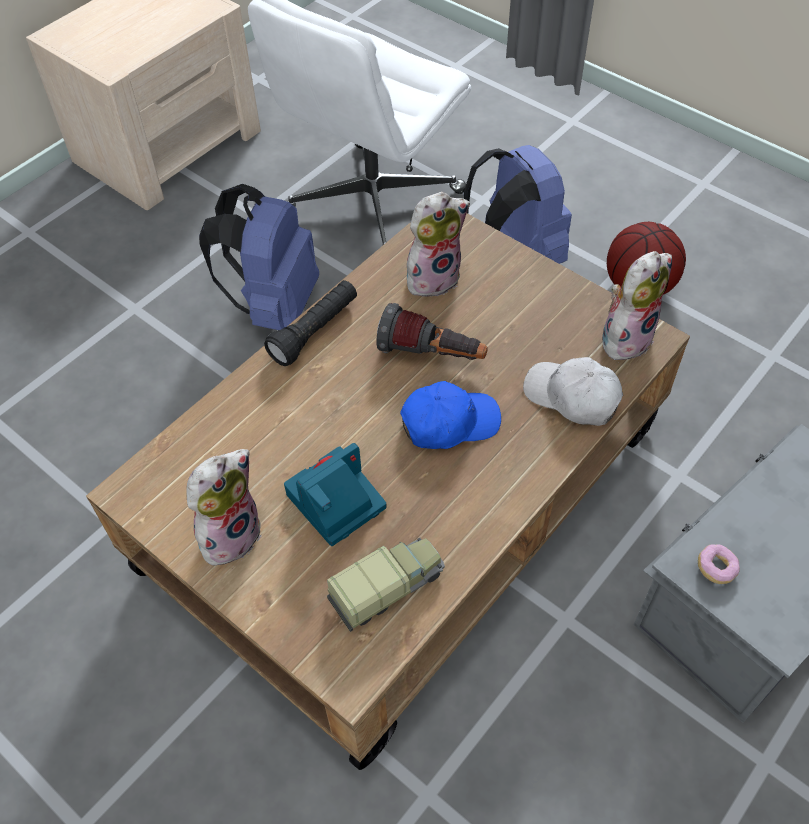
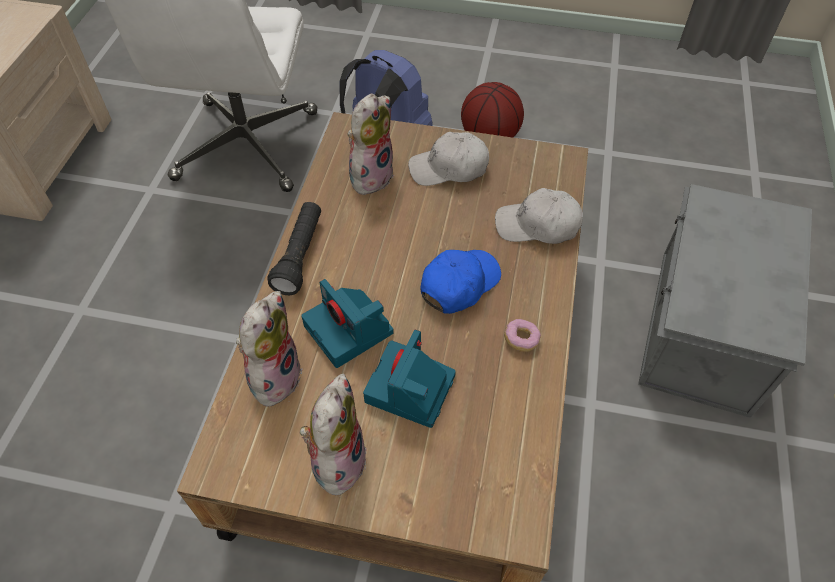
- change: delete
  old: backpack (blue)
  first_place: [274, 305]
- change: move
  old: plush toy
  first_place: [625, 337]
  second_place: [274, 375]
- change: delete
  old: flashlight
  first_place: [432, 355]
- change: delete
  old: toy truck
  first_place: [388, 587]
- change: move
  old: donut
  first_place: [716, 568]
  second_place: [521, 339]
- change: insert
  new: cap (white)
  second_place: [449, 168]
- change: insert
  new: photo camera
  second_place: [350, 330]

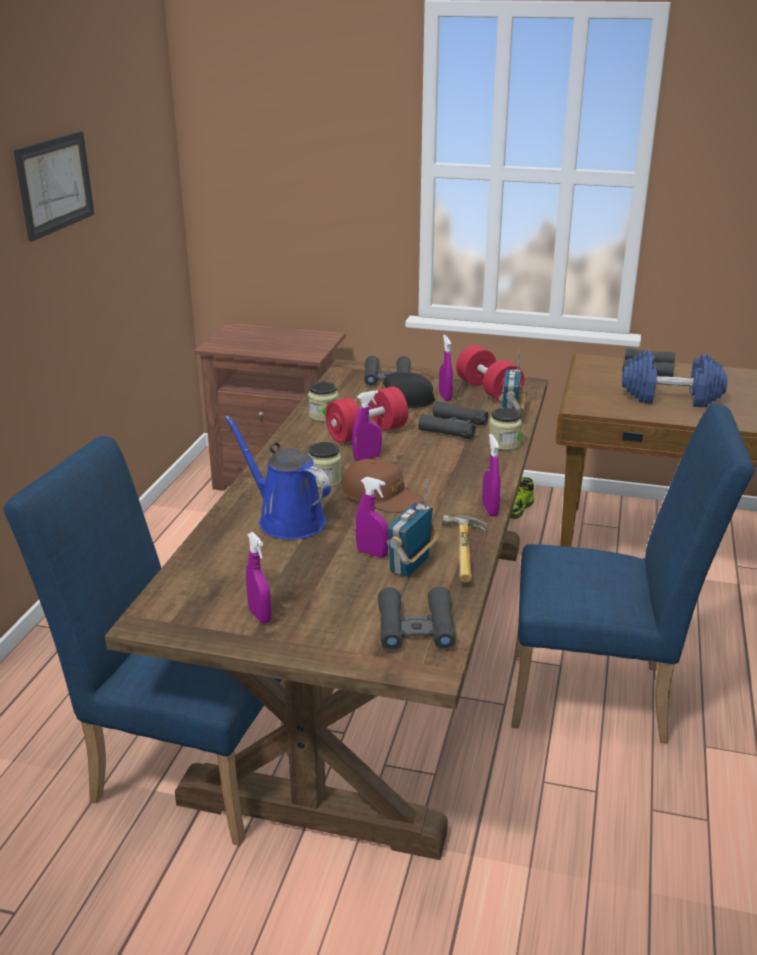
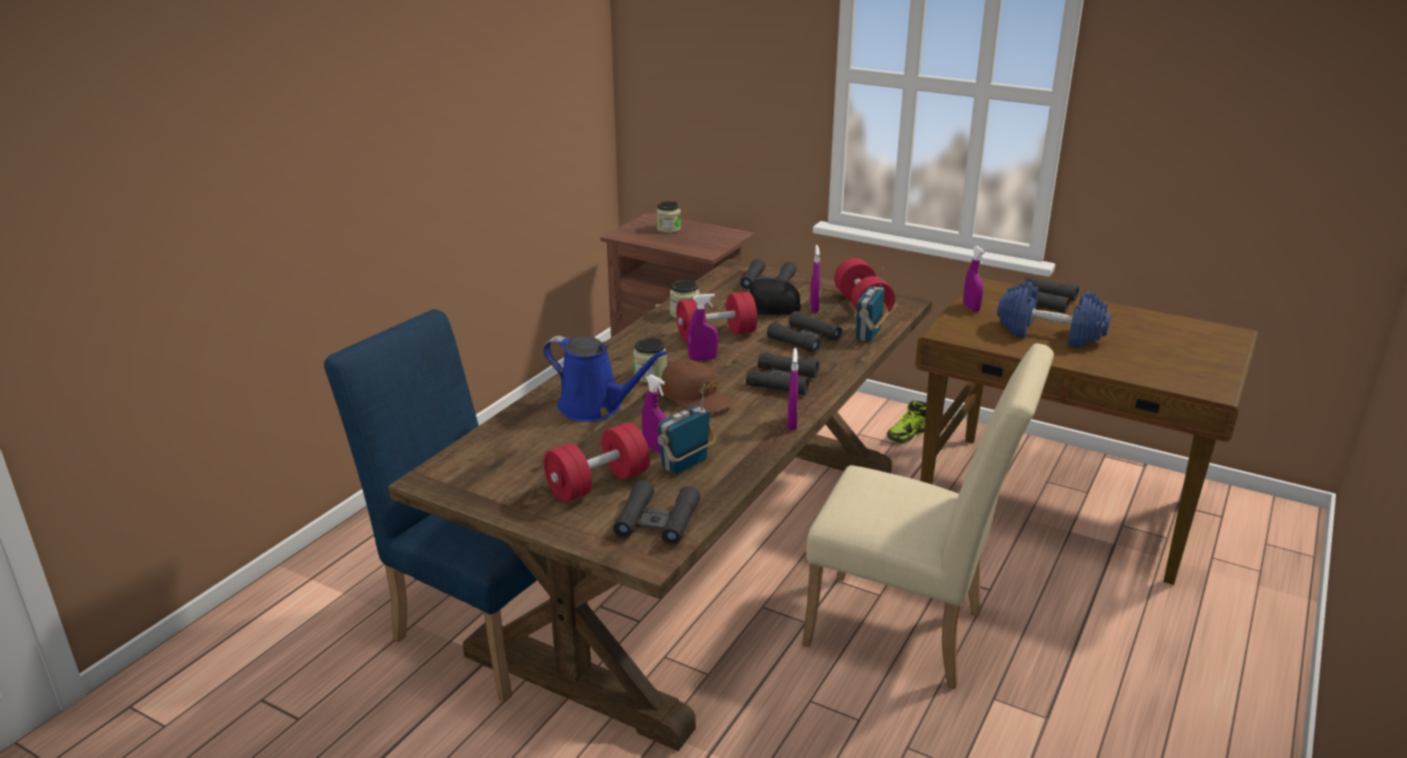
- change: delete
  old: picture
  first_place: [54, 184]
- change: recolor
  old: chair (blue)
  new: chair (beige)
  first_place: [602, 697]
  second_place: [908, 633]
- change: move
  old: jar
  first_place: [504, 444]
  second_place: [668, 229]
- change: rotate
  old: watering can (blue)
  first_place: [286, 520]
  second_place: [595, 407]
  degrees: 150
- change: delete
  old: hammer
  first_place: [469, 553]
- change: move
  old: spray bottle (purple)
  first_place: [260, 615]
  second_place: [971, 308]
- change: insert
  new: binoculars (black)
  second_place: [782, 381]
- change: insert
  new: dumbbell (red)
  second_place: [598, 483]

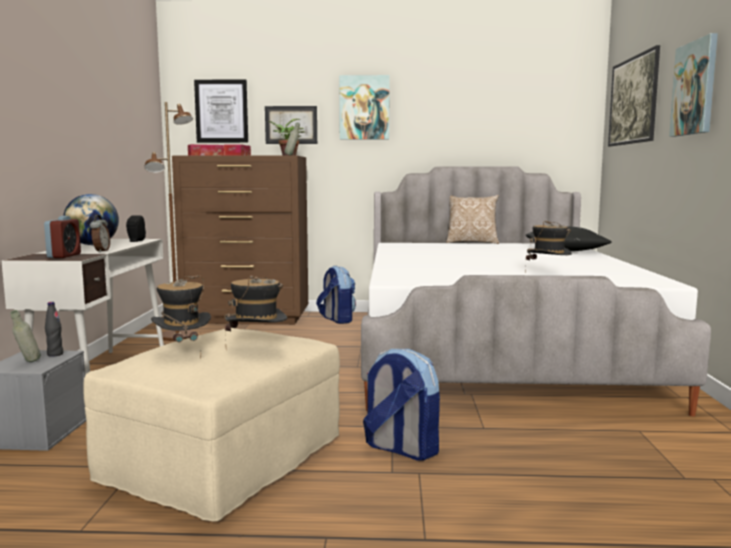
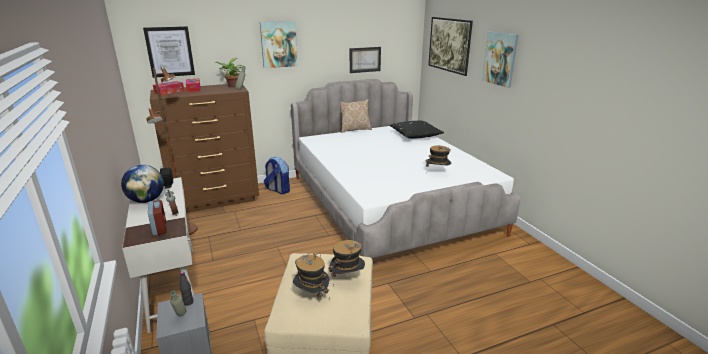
- change: move
  old: picture
  first_place: [291, 125]
  second_place: [365, 59]
- change: delete
  old: backpack
  first_place: [400, 449]

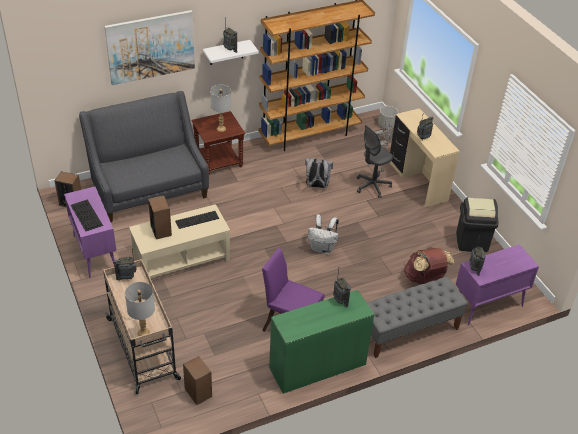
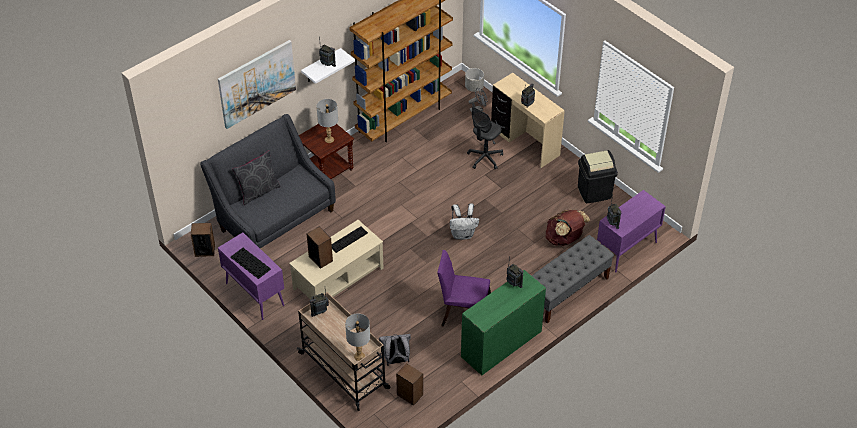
- change: move
  old: backpack (grey)
  first_place: [316, 186]
  second_place: [396, 360]
- change: insert
  new: pillow (grey)
  second_place: [258, 191]

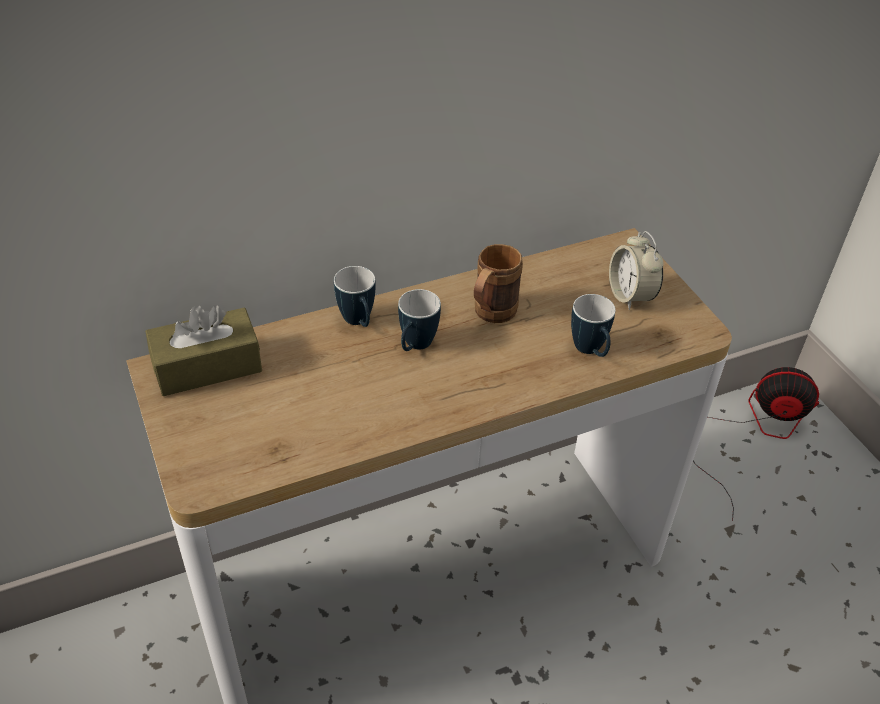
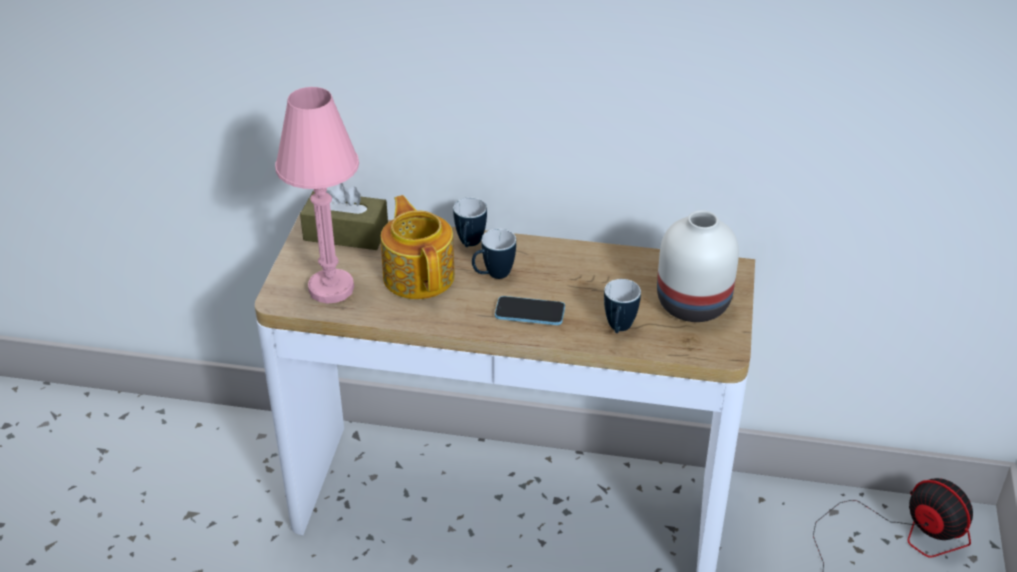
- change: replace
  old: alarm clock
  new: vase (white)
  first_place: [630, 295]
  second_place: [694, 305]
- change: delete
  old: mug (brown)
  first_place: [490, 316]
- change: insert
  new: table lamp (pink)
  second_place: [331, 288]
- change: insert
  new: teapot
  second_place: [419, 275]
- change: insert
  new: phone
  second_place: [530, 312]

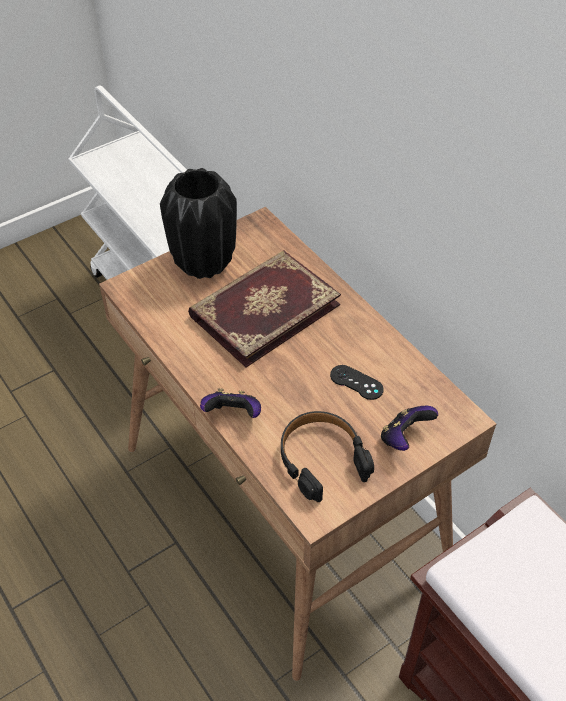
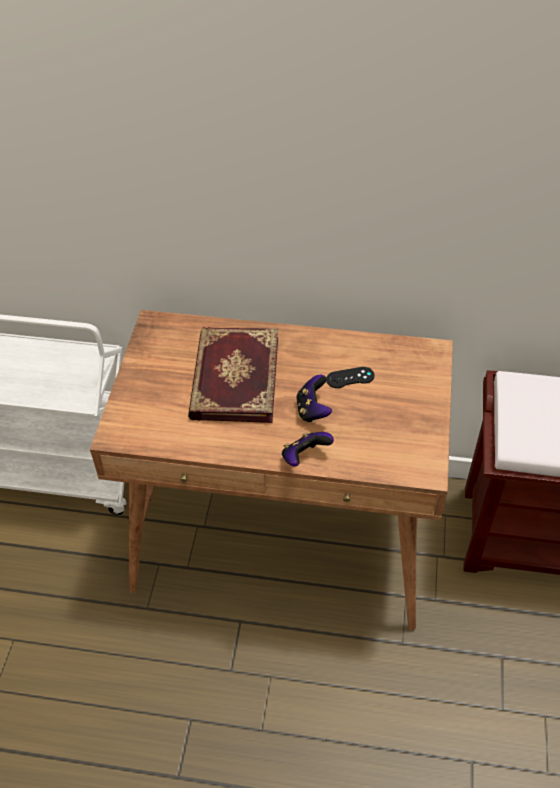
- change: delete
  old: vase (black)
  first_place: [204, 264]
- change: move
  old: game controller
  first_place: [404, 438]
  second_place: [312, 410]
- change: delete
  old: headphones (black)
  first_place: [322, 459]

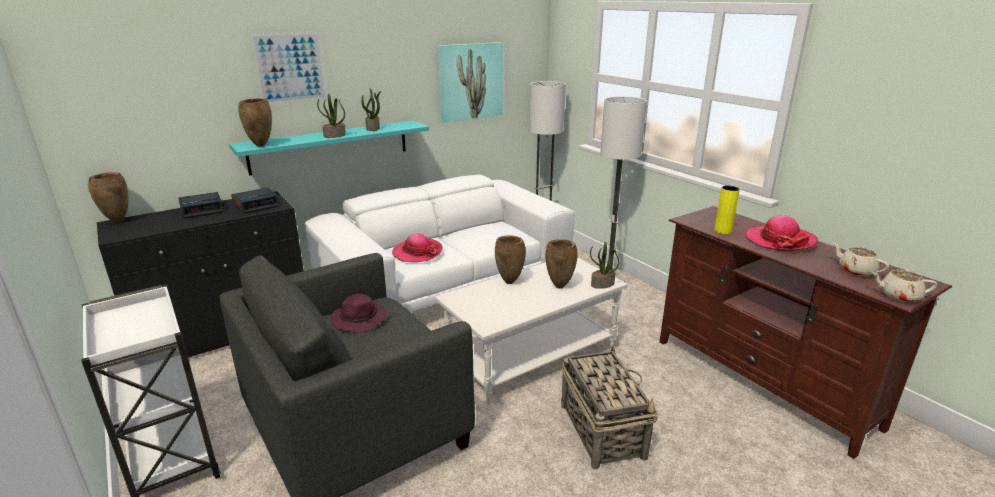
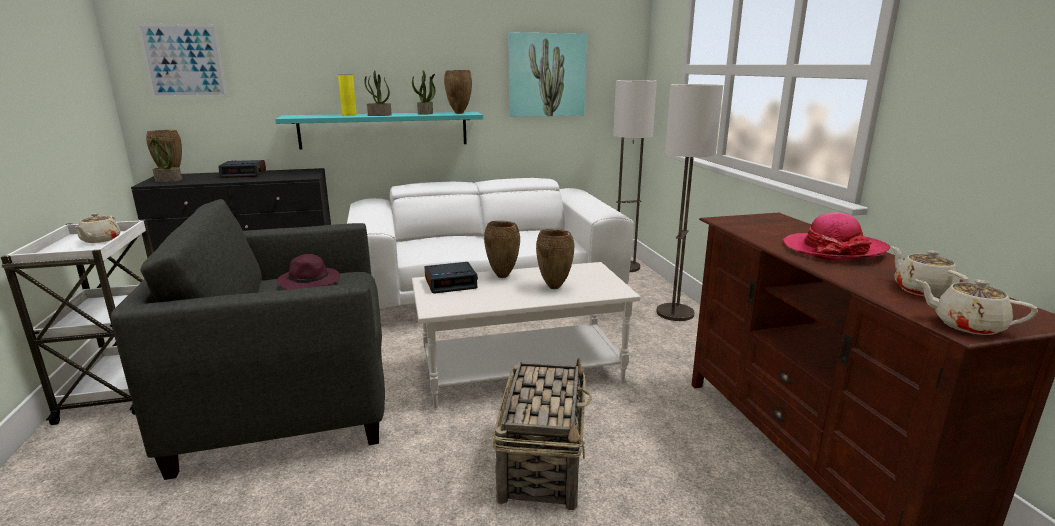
- change: move
  old: picture
  first_place: [290, 68]
  second_place: [184, 61]
- change: move
  old: vase (brown)
  first_place: [260, 146]
  second_place: [459, 113]
- change: move
  old: vase (yellow)
  first_place: [722, 231]
  second_place: [349, 115]
- change: move
  old: alarm clock
  first_place: [256, 205]
  second_place: [451, 283]
- change: delete
  old: hat
  first_place: [417, 252]
- change: move
  old: potted plant
  first_place: [602, 284]
  second_place: [168, 180]
- change: insert
  new: teapot (beige)
  second_place: [100, 240]

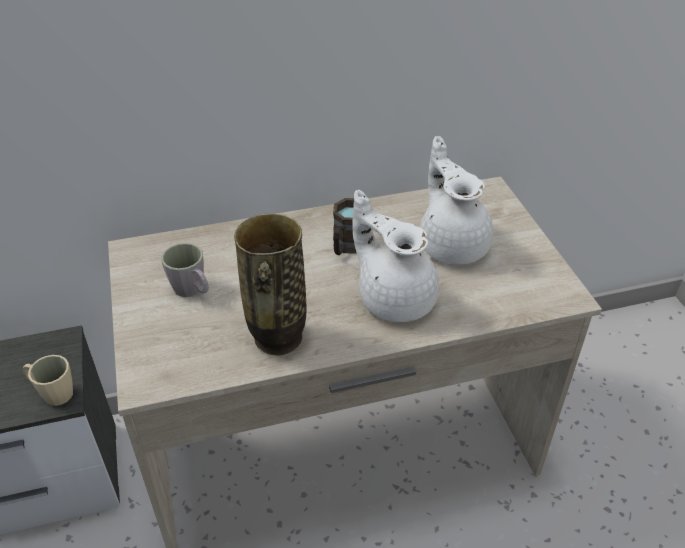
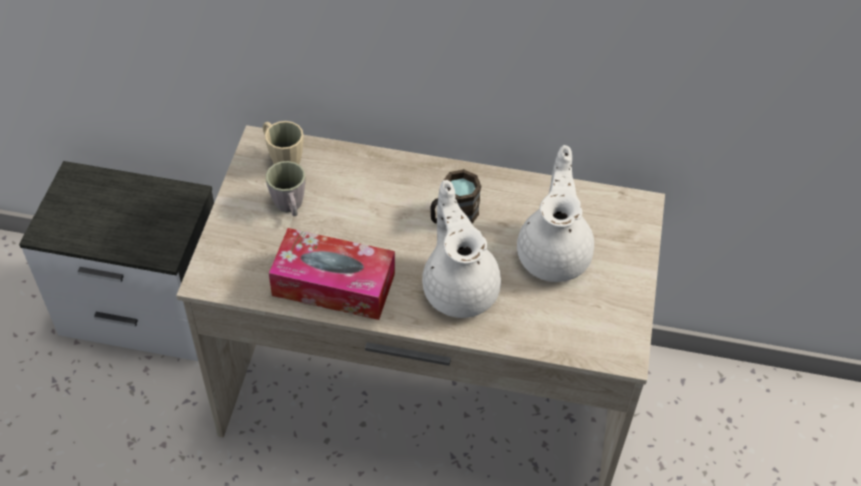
- change: replace
  old: vase
  new: tissue box
  first_place: [277, 339]
  second_place: [333, 284]
- change: move
  old: mug (beige)
  first_place: [53, 393]
  second_place: [282, 157]

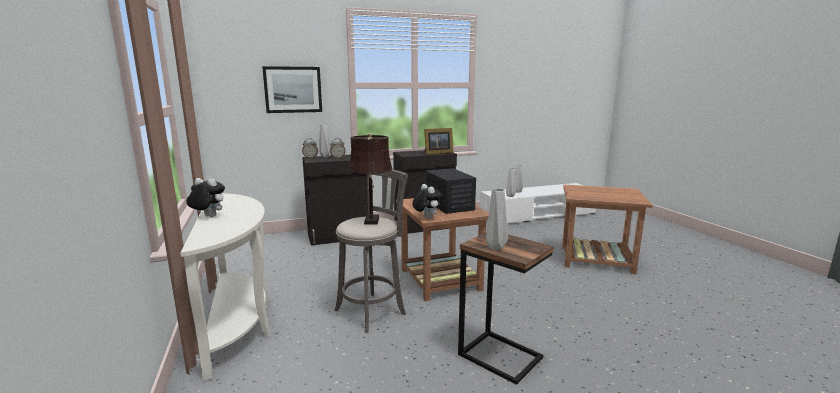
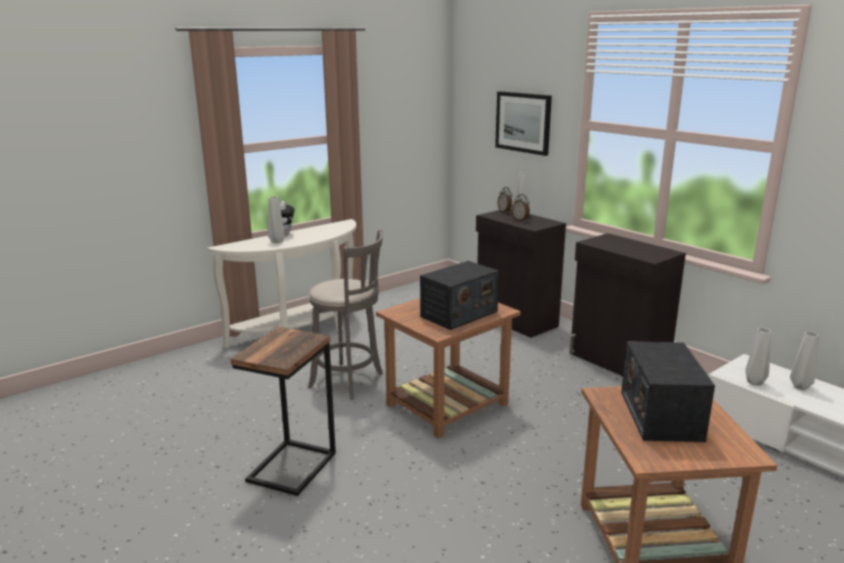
- change: delete
  old: picture frame
  first_place: [437, 153]
- change: delete
  old: table lamp (brown)
  first_place: [372, 220]
- change: delete
  old: plush toy
  first_place: [426, 218]
- change: move
  old: vase (grey)
  first_place: [495, 247]
  second_place: [277, 241]
- change: insert
  new: radio
  second_place: [660, 415]

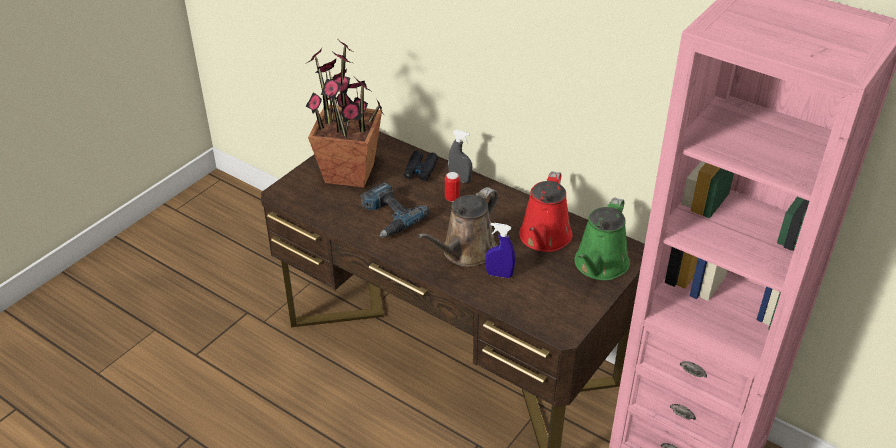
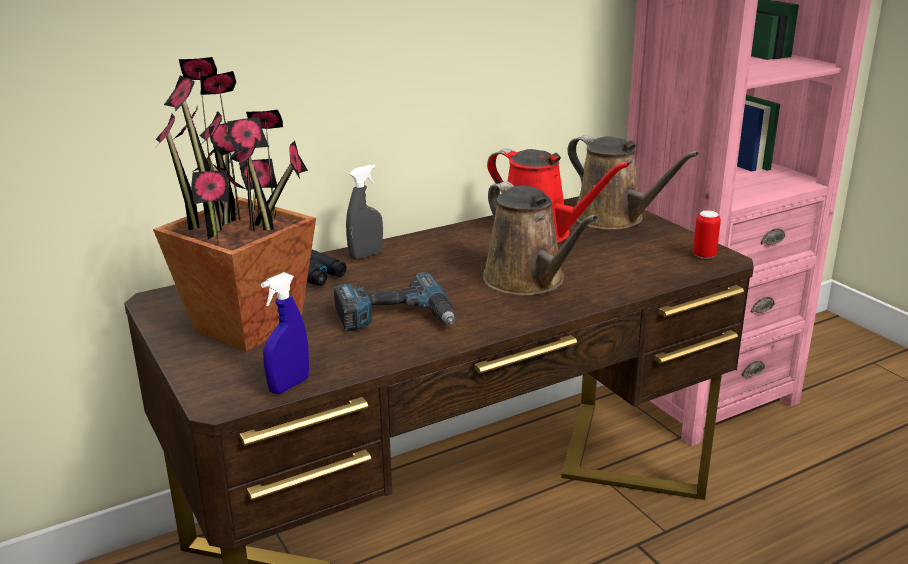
- change: move
  old: can
  first_place: [452, 198]
  second_place: [704, 255]
- change: recolor
  old: watering can (green)
  new: watering can (brown)
  first_place: [599, 266]
  second_place: [613, 219]
- change: move
  old: spray bottle (blue)
  first_place: [499, 274]
  second_place: [289, 386]

